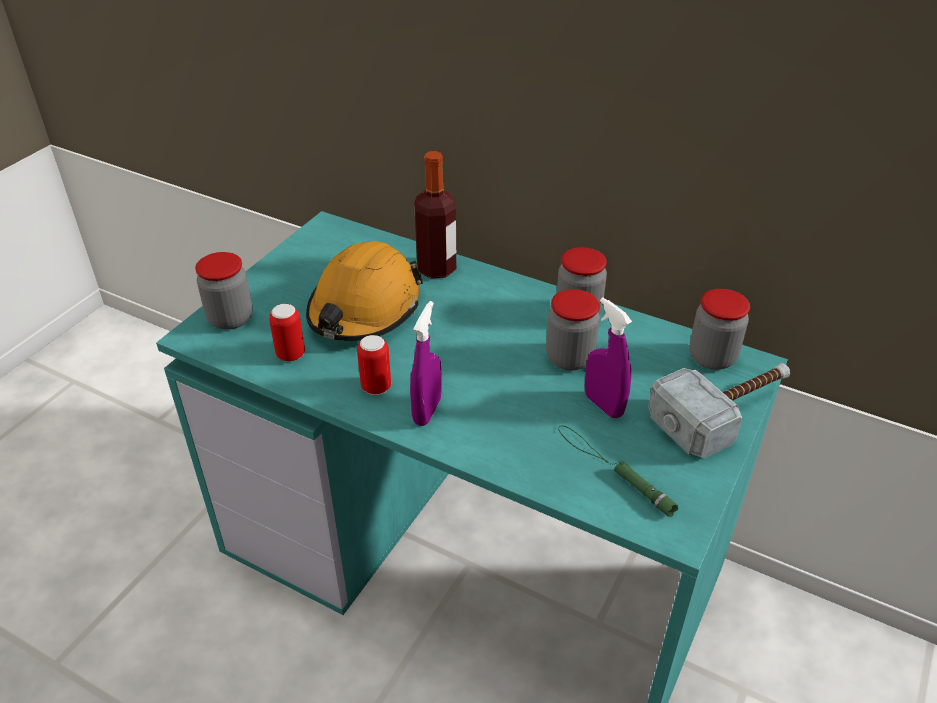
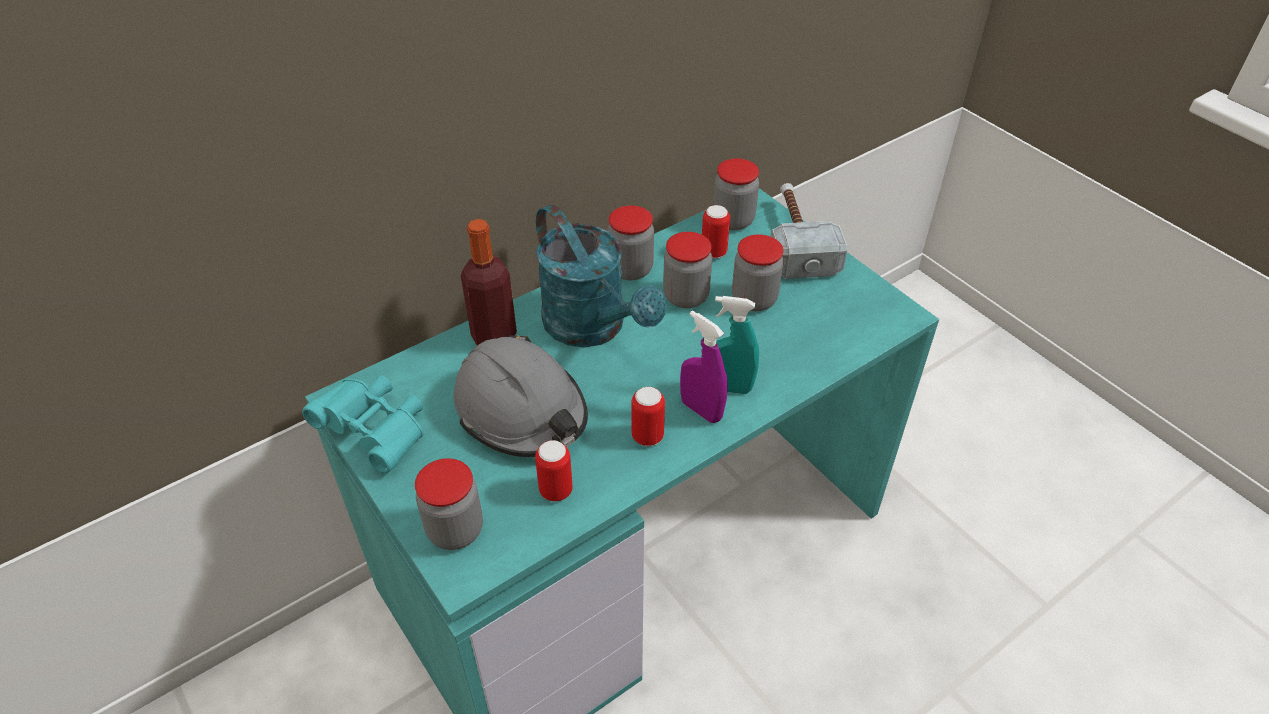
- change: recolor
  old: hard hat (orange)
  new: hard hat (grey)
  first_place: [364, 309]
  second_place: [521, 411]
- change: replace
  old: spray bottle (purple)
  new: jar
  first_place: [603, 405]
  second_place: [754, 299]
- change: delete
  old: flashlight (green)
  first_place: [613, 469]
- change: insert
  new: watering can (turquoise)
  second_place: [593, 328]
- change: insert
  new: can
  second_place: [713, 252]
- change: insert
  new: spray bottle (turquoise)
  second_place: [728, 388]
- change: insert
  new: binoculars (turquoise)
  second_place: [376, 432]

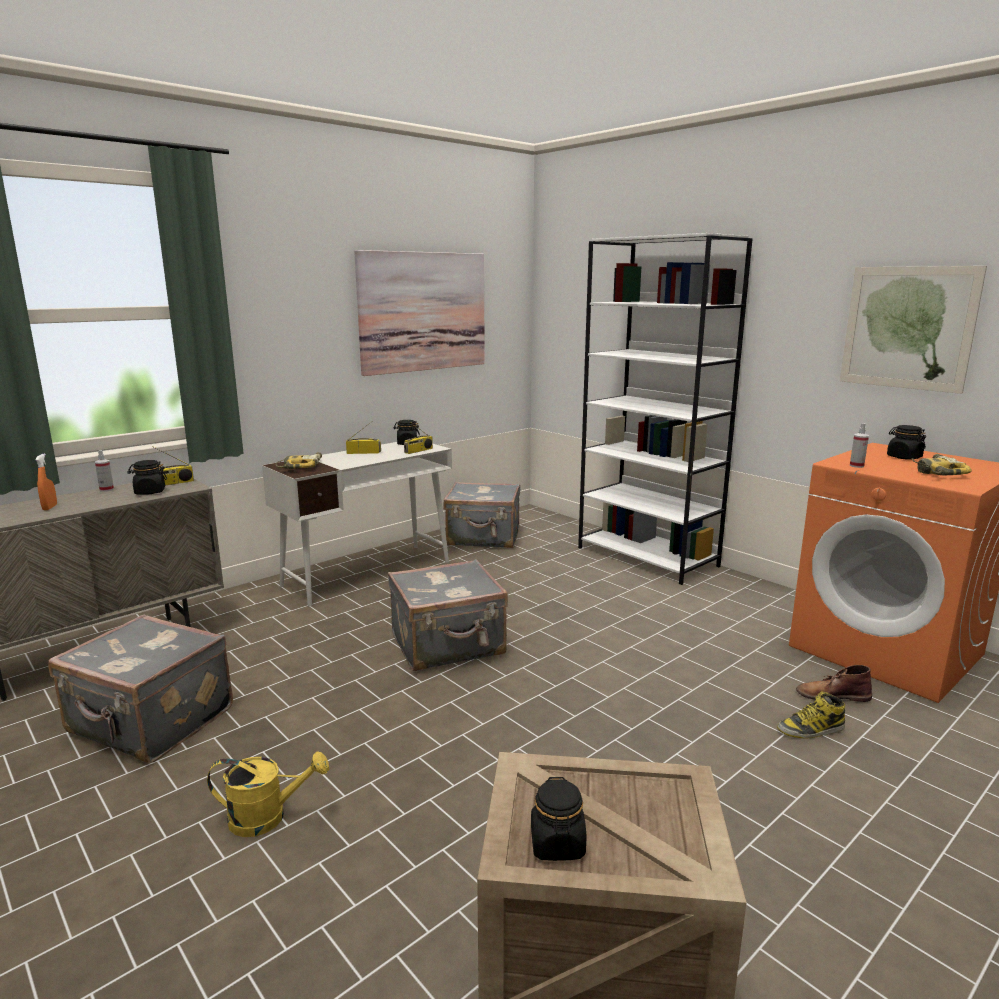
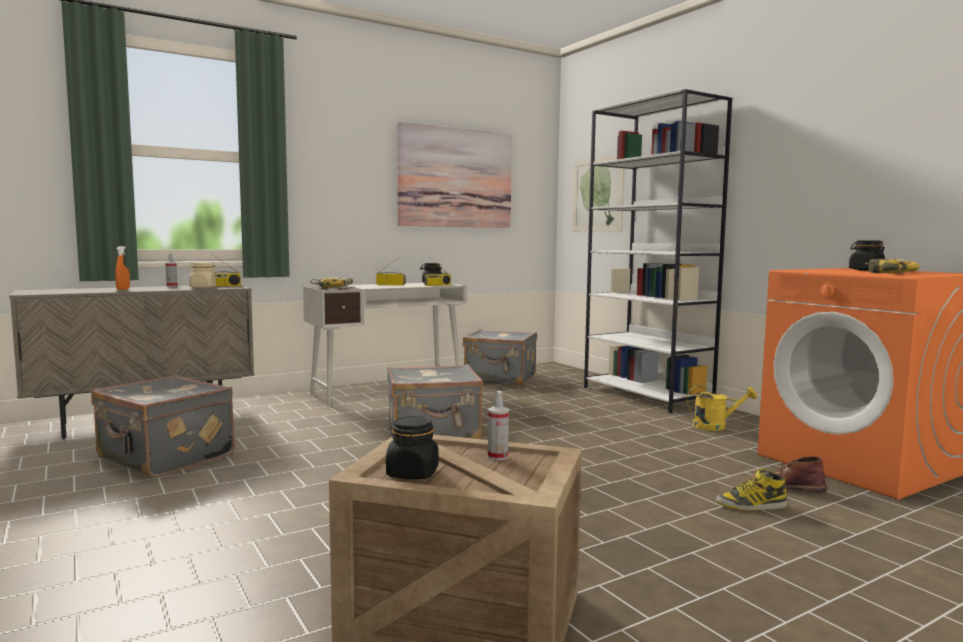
- change: move
  old: picture
  first_place: [907, 328]
  second_place: [598, 195]
- change: move
  old: spray bottle
  first_place: [856, 466]
  second_place: [497, 457]
- change: recolor
  old: jar (black)
  new: jar (beige)
  first_place: [150, 492]
  second_place: [202, 287]
- change: move
  old: watering can (yellow)
  first_place: [268, 817]
  second_place: [715, 426]

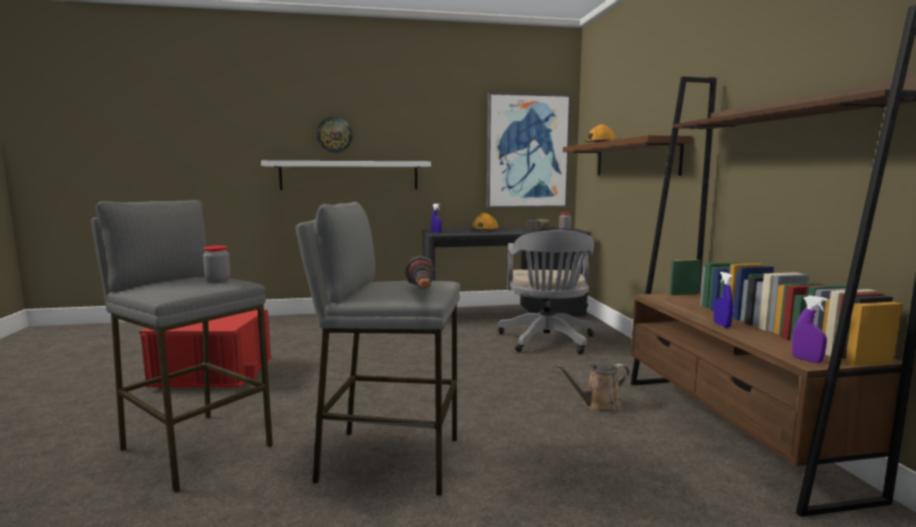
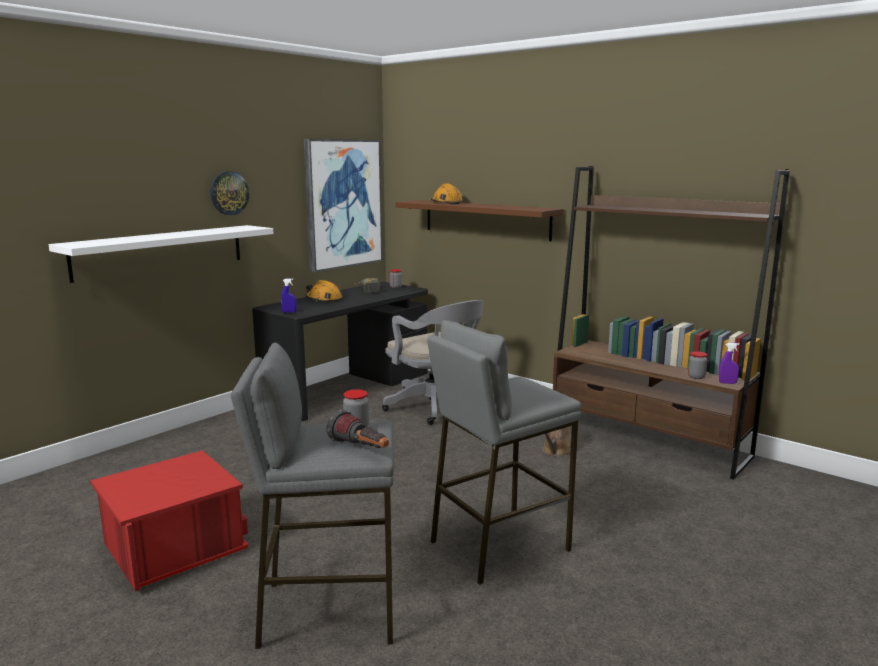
- change: move
  old: wall clock
  first_place: [334, 134]
  second_place: [229, 193]
- change: move
  old: flashlight
  first_place: [422, 292]
  second_place: [361, 449]
- change: delete
  old: spray bottle (blue)
  first_place: [722, 325]
- change: insert
  new: jar
  second_place: [696, 377]

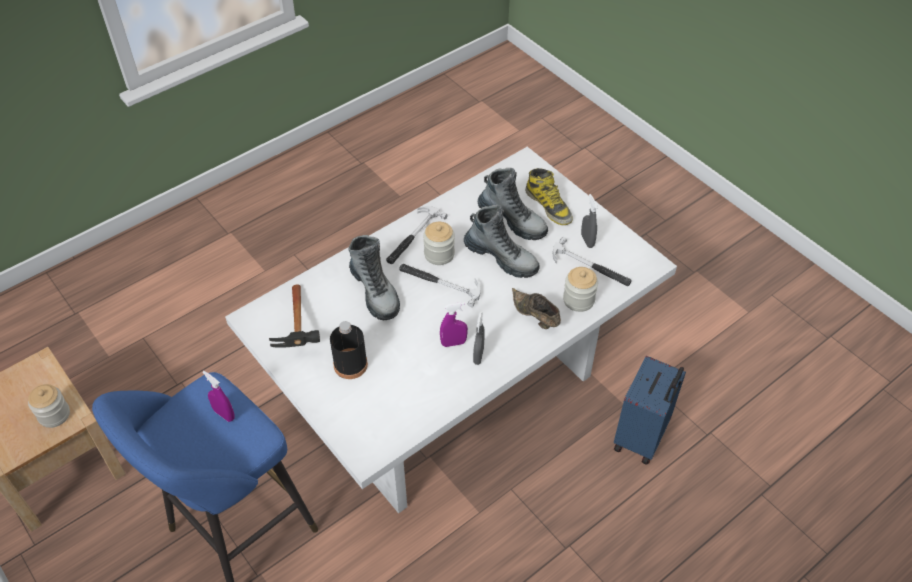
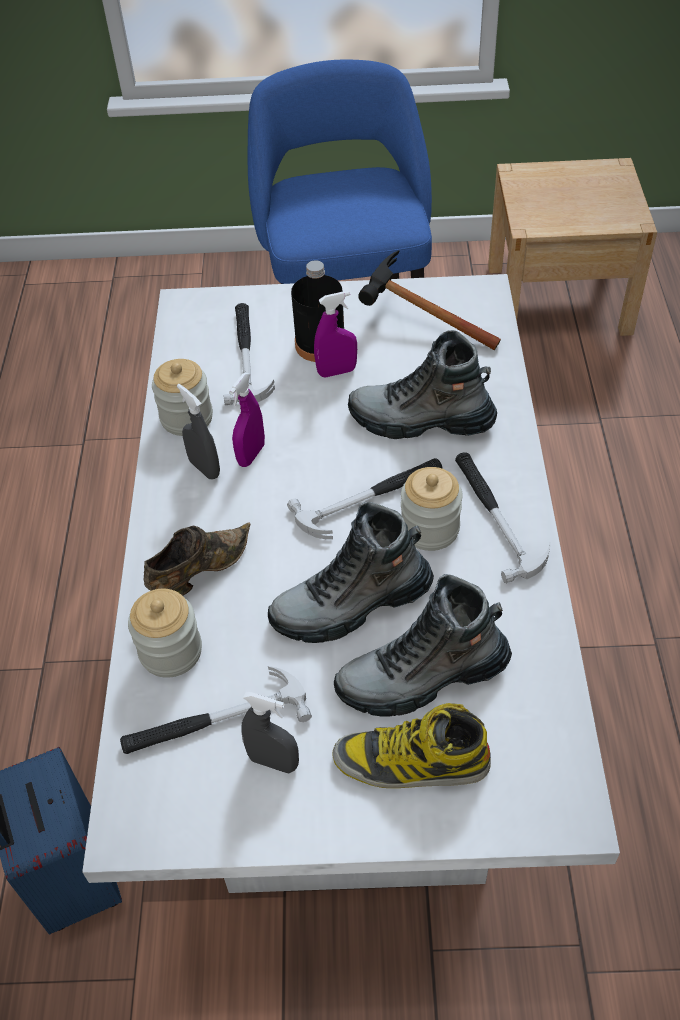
- change: rotate
  old: shoe (brown)
  first_place: [535, 317]
  second_place: [198, 572]
  degrees: -45
- change: move
  old: spray bottle (purple)
  first_place: [224, 414]
  second_place: [337, 372]
- change: move
  old: jar
  first_place: [54, 414]
  second_place: [186, 418]
- change: insert
  new: hammer
  second_place: [246, 356]

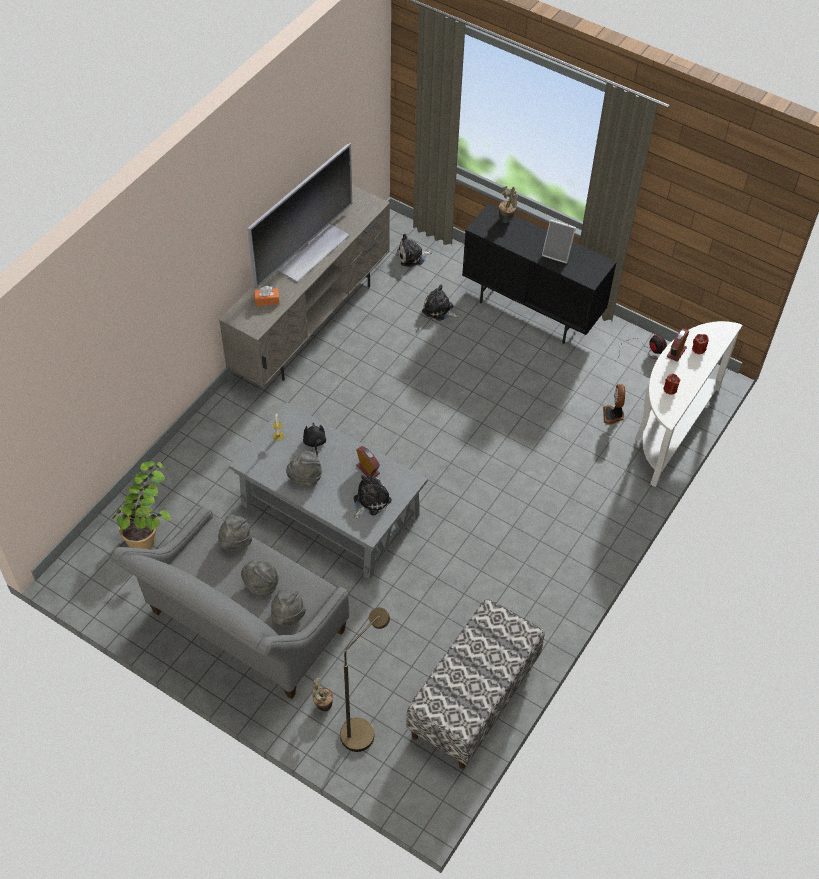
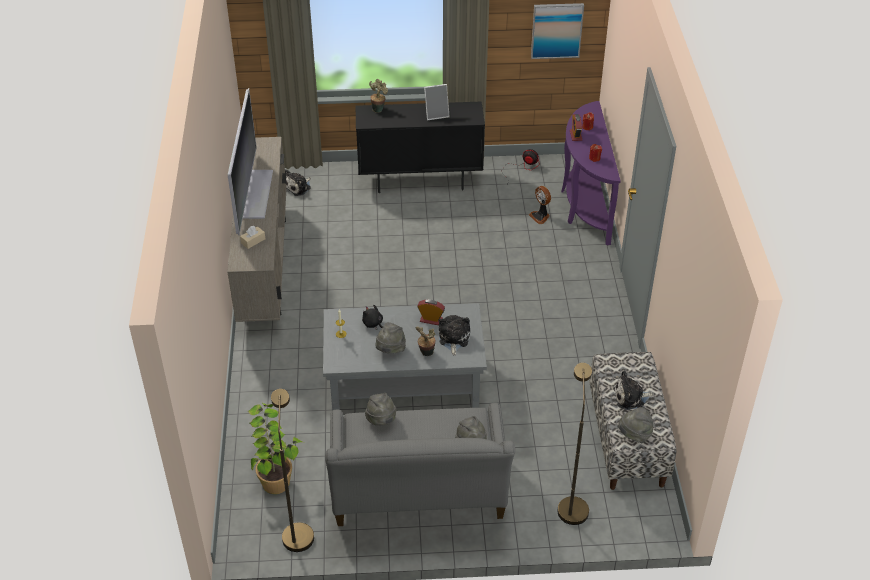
- change: move
  old: plush toy
  first_place: [439, 310]
  second_place: [631, 397]
- change: recolor
  old: tissue box (orange)
  new: tissue box (beige)
  first_place: [267, 300]
  second_place: [253, 241]
- change: recolor
  old: console table (white)
  new: console table (purple)
  first_place: [670, 428]
  second_place: [584, 205]
- change: move
  old: hat (grey)
  first_place: [261, 585]
  second_place: [634, 435]
- change: move
  old: potted plant
  first_place: [322, 705]
  second_place: [426, 353]
- change: insert
  new: picture
  second_place: [556, 30]
- change: insert
  new: floor lamp (brown)
  second_place: [297, 531]

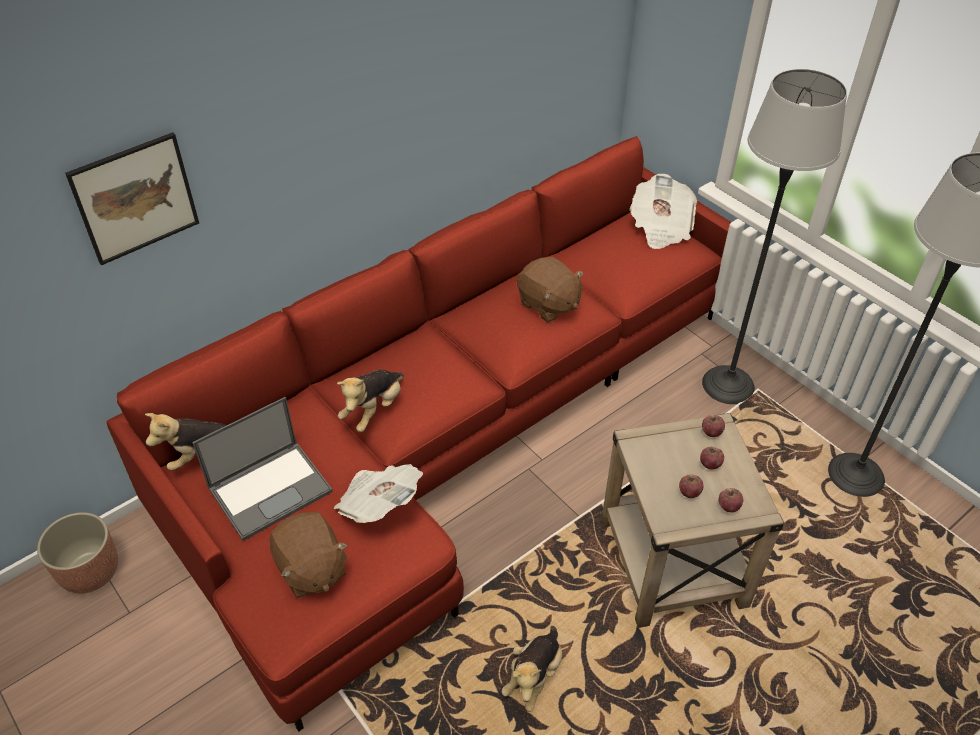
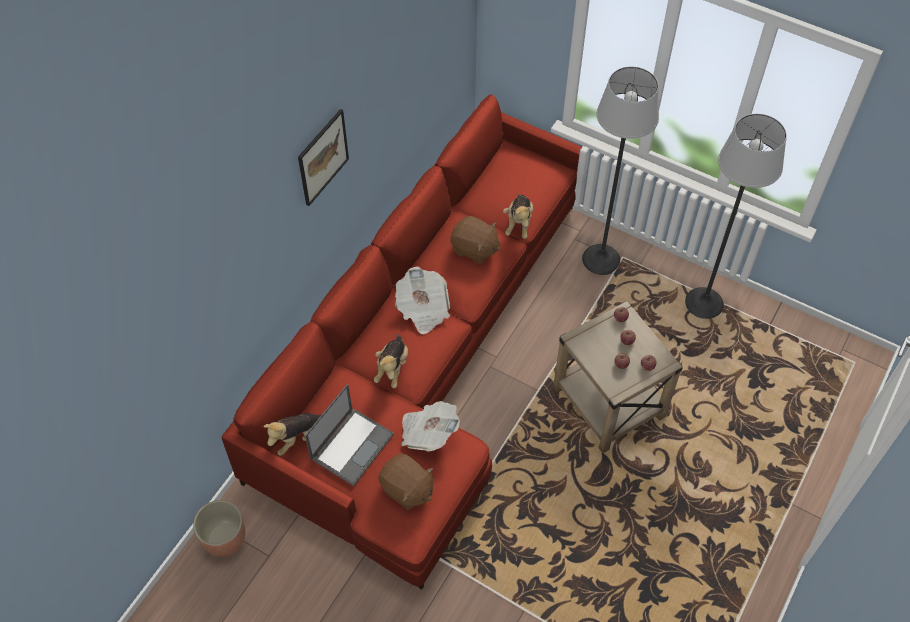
- change: move
  old: picture
  first_place: [135, 198]
  second_place: [323, 157]
- change: move
  old: newspaper
  first_place: [660, 227]
  second_place: [423, 309]
- change: move
  old: plush toy
  first_place: [534, 676]
  second_place: [519, 223]

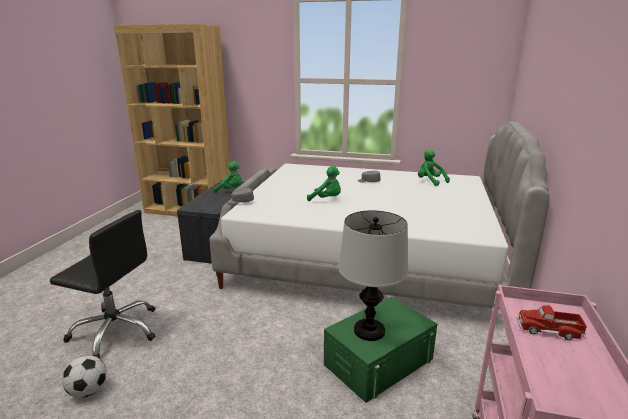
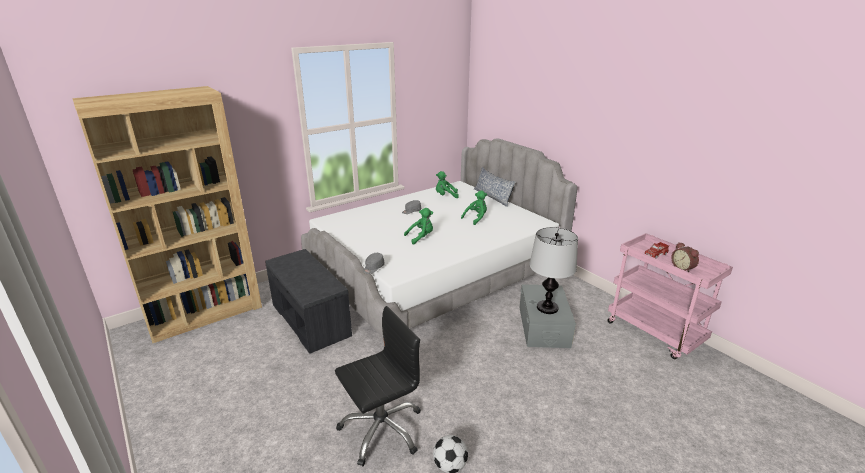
- change: move
  old: plush toy (green)
  first_place: [231, 190]
  second_place: [476, 218]
- change: recolor
  old: storage box (green)
  new: storage box (grey)
  first_place: [378, 361]
  second_place: [543, 326]
- change: insert
  new: pillow
  second_place: [492, 197]
- change: insert
  new: alarm clock
  second_place: [683, 268]

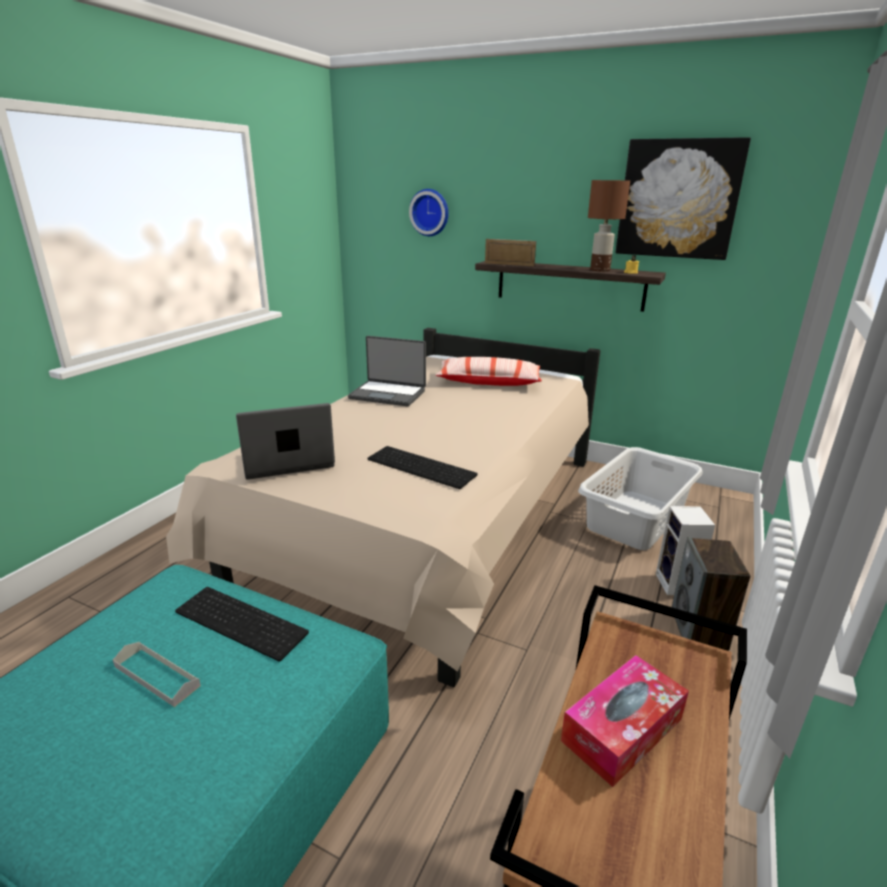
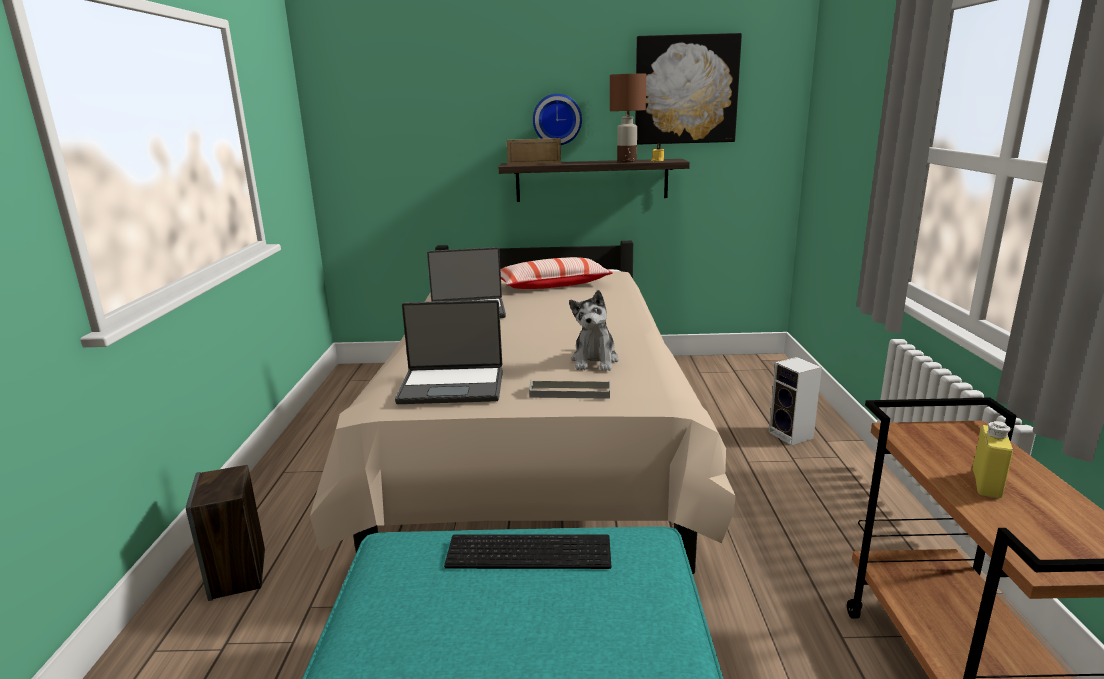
- change: move
  old: wall clock
  first_place: [430, 212]
  second_place: [557, 119]
- change: rotate
  old: laptop
  first_place: [287, 461]
  second_place: [452, 386]
  degrees: -135
- change: replace
  old: keyboard
  new: plush toy
  first_place: [423, 466]
  second_place: [595, 361]
- change: delete
  old: laundry basket (grey)
  first_place: [636, 519]
- change: move
  old: speaker
  first_place: [699, 629]
  second_place: [238, 574]
- change: move
  old: tray (grey)
  first_place: [156, 676]
  second_place: [570, 392]
- change: replace
  old: tissue box
  new: bottle (yellow)
  first_place: [622, 729]
  second_place: [986, 484]

